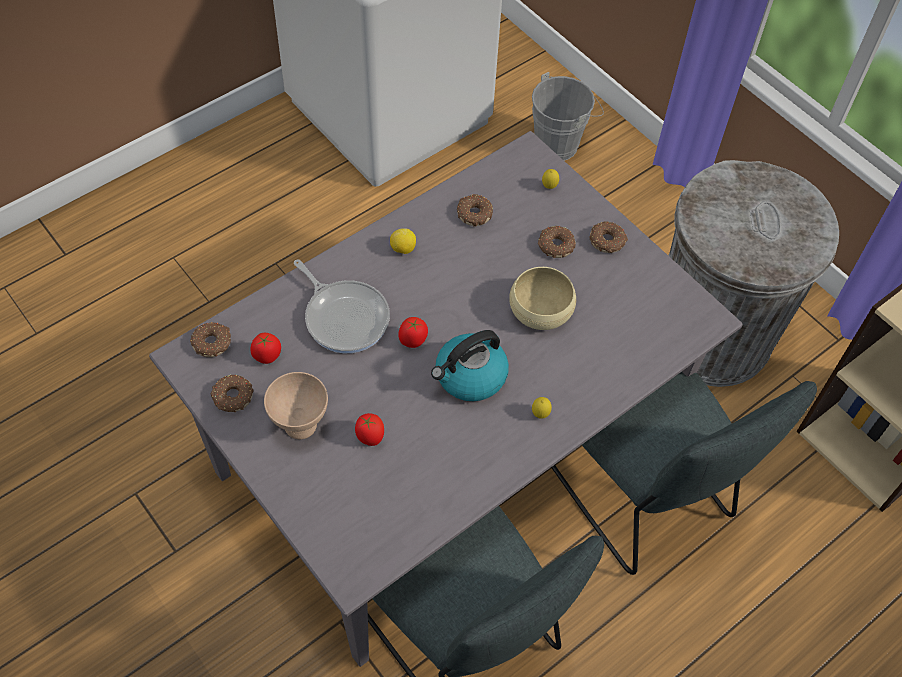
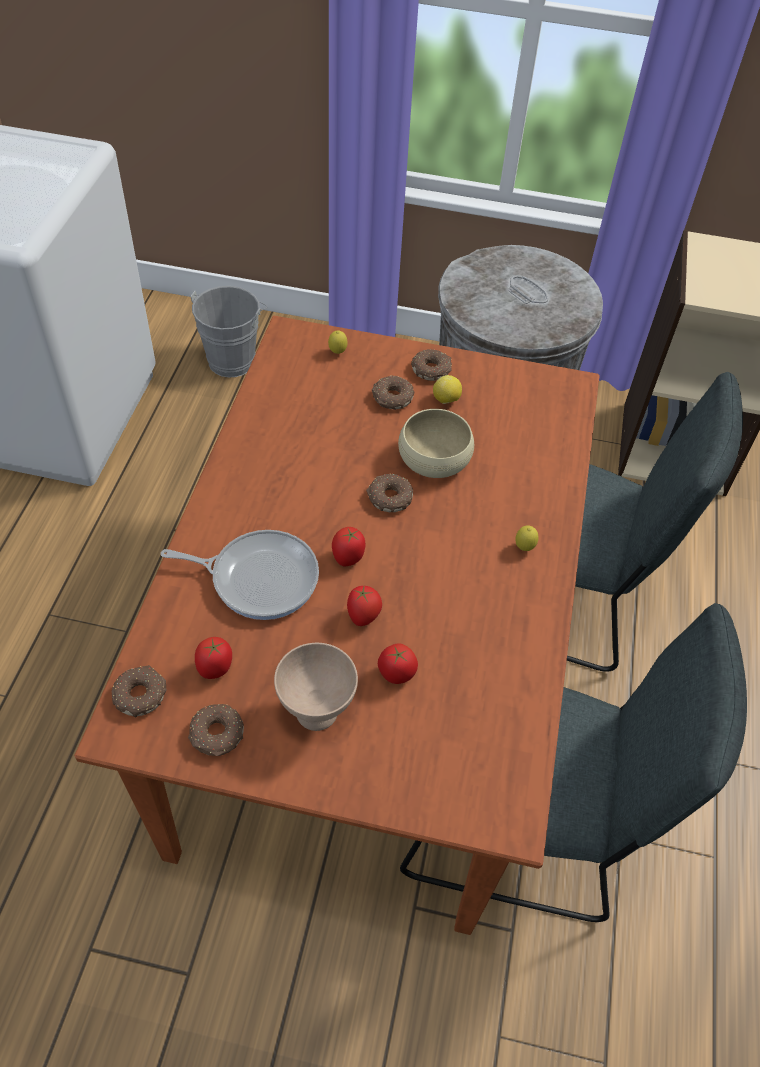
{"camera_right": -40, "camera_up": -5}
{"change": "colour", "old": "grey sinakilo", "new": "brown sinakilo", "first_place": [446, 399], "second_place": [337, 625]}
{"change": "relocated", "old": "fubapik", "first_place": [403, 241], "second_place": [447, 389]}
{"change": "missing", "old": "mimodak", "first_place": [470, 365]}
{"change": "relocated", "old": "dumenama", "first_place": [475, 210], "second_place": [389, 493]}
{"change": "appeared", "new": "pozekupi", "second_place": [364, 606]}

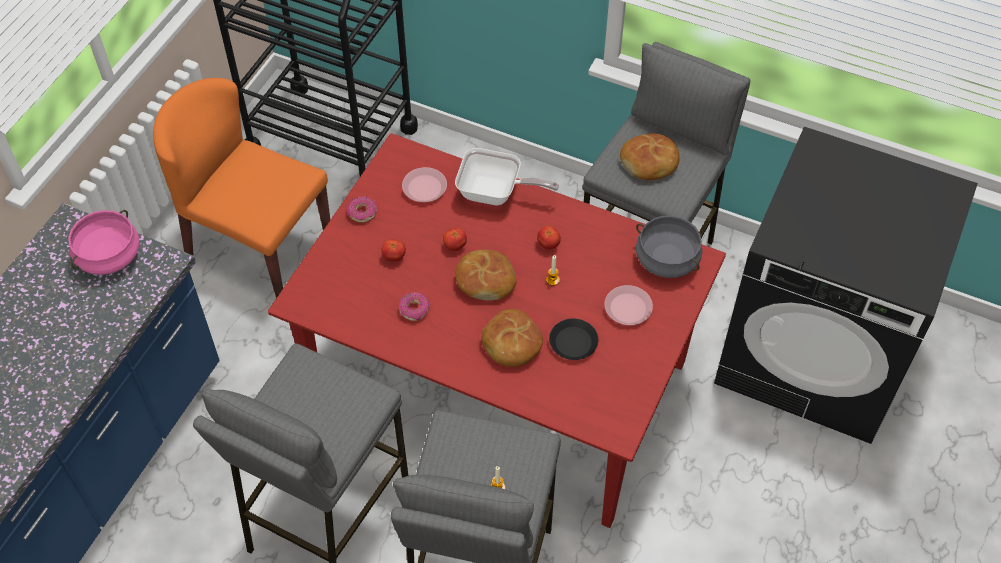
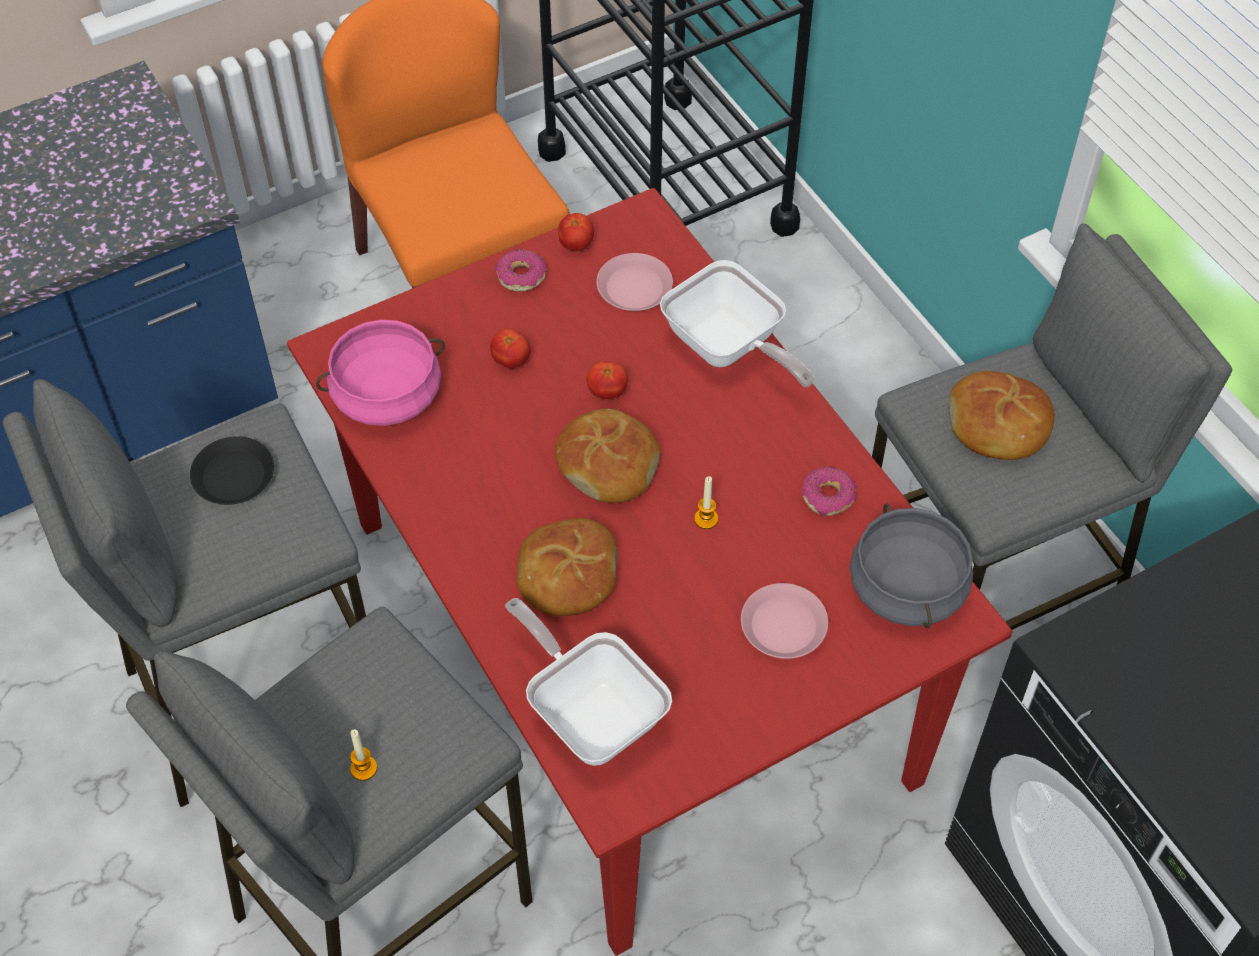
{"camera_right": 35, "camera_up": 0}
{"change": "relocated", "old": "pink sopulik", "first_place": [104, 242], "second_place": [380, 373]}
{"change": "relocated", "old": "dumenama", "first_place": [414, 306], "second_place": [829, 491]}
{"change": "relocated", "old": "pozekupi", "first_place": [549, 238], "second_place": [576, 232]}
{"change": "relocated", "old": "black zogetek", "first_place": [573, 339], "second_place": [232, 470]}
{"change": "appeared", "new": "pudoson", "second_place": [588, 682]}

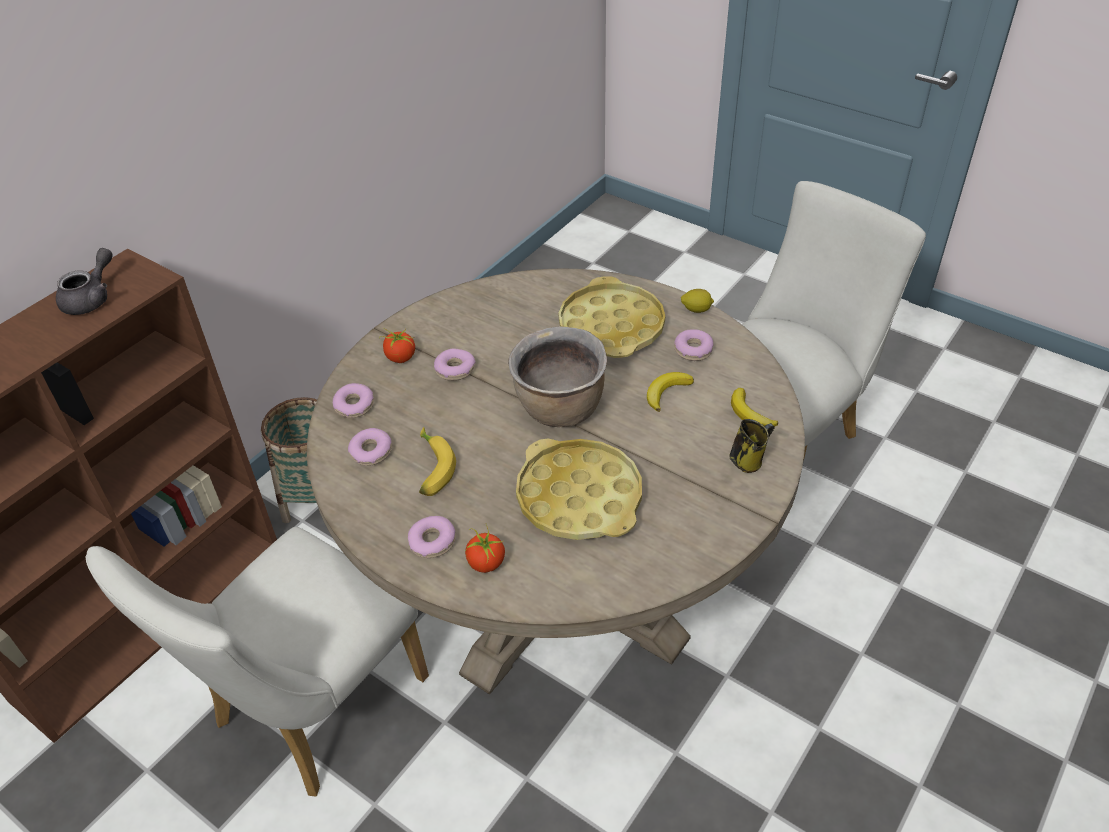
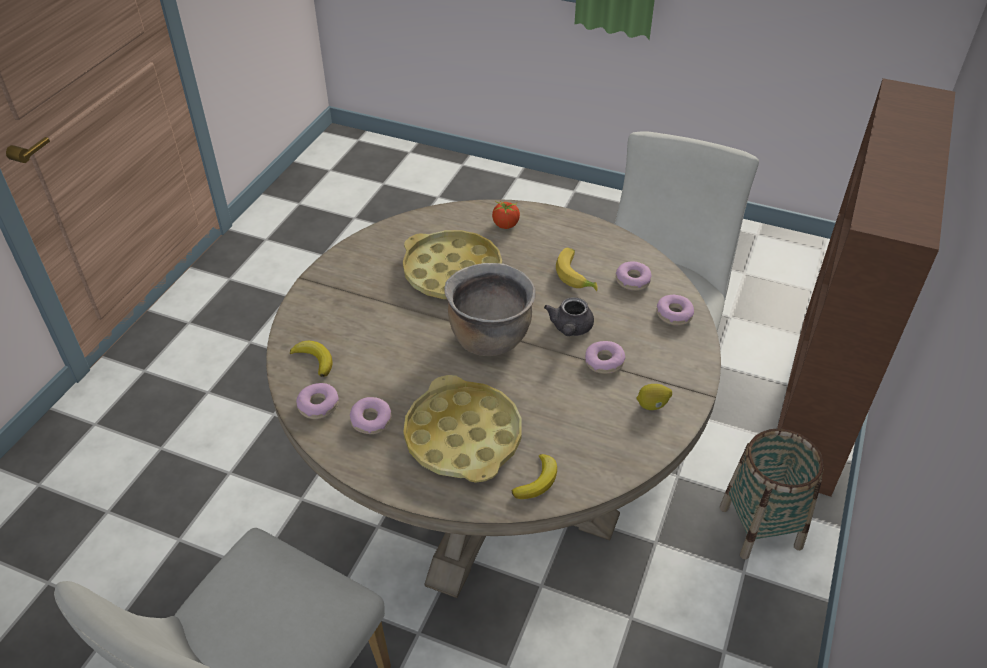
{"camera_right": 165, "camera_up": 0}
{"change": "relocated", "old": "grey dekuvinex", "first_place": [84, 281], "second_place": [569, 316]}
{"change": "missing", "old": "pozekupi", "first_place": [397, 345]}
{"change": "relocated", "old": "dumenama", "first_place": [432, 537], "second_place": [317, 401]}
{"change": "relocated", "old": "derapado", "first_place": [670, 392], "second_place": [534, 476]}
{"change": "relocated", "old": "fubapik", "first_place": [697, 301], "second_place": [654, 397]}
{"change": "missing", "old": "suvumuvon", "first_place": [752, 446]}

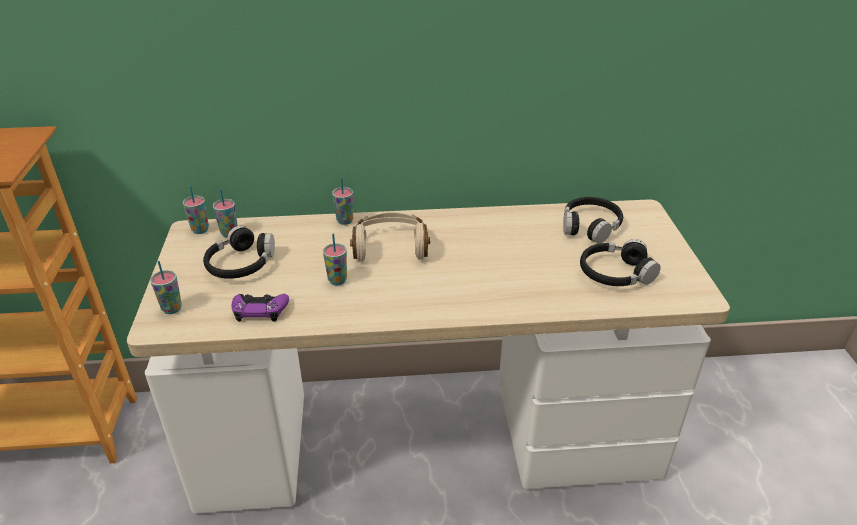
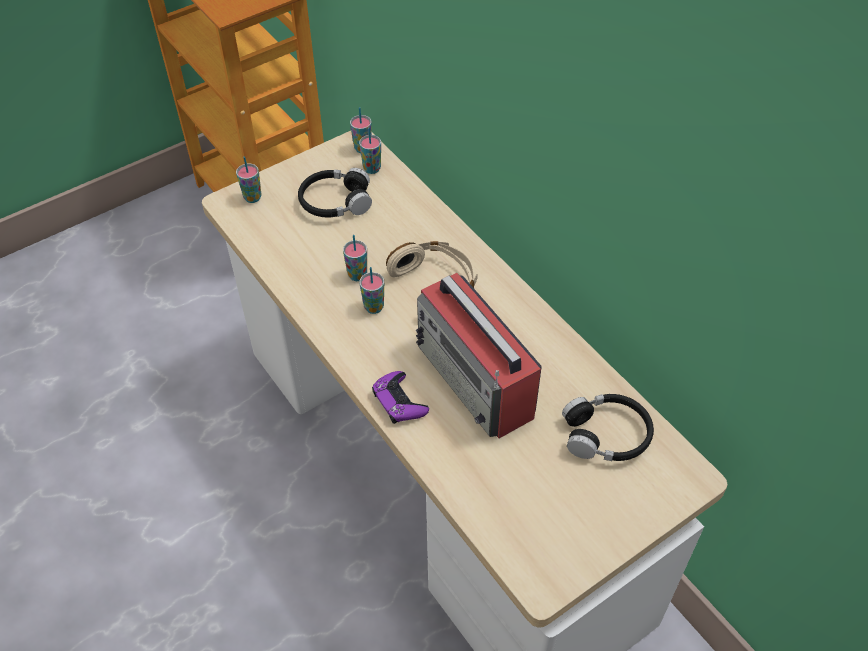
{"camera_right": 60, "camera_up": 15}
{"change": "relocated", "old": "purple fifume", "first_place": [260, 308], "second_place": [400, 397]}
{"change": "relocated", "old": "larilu", "first_place": [342, 201], "second_place": [371, 290]}
{"change": "missing", "old": "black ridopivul", "first_place": [620, 262]}
{"change": "appeared", "new": "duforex", "second_place": [479, 355]}

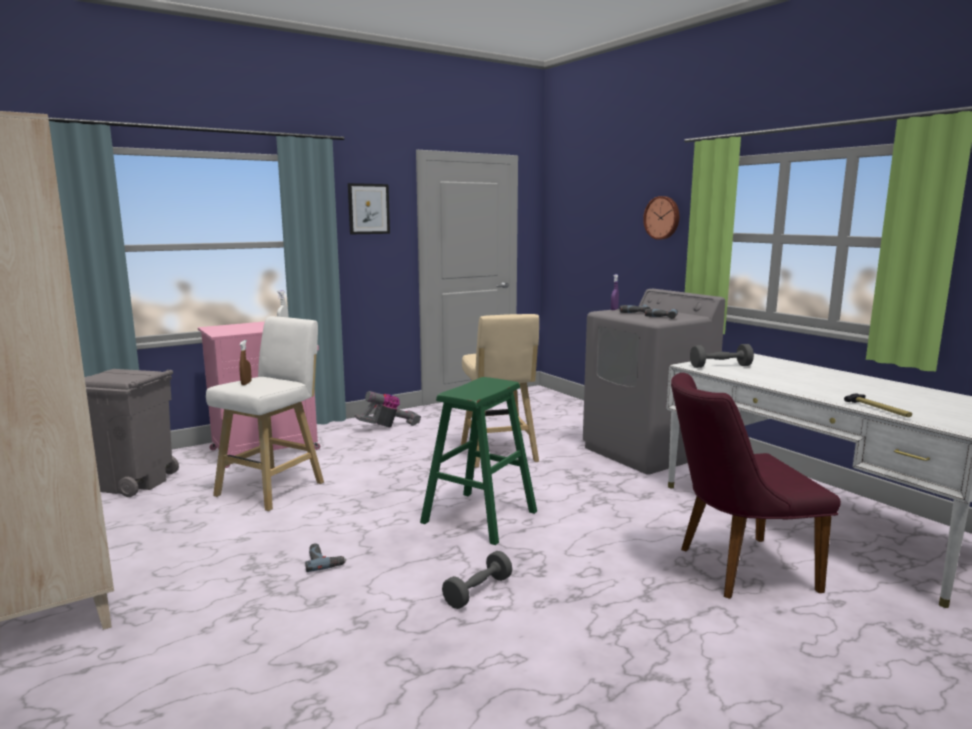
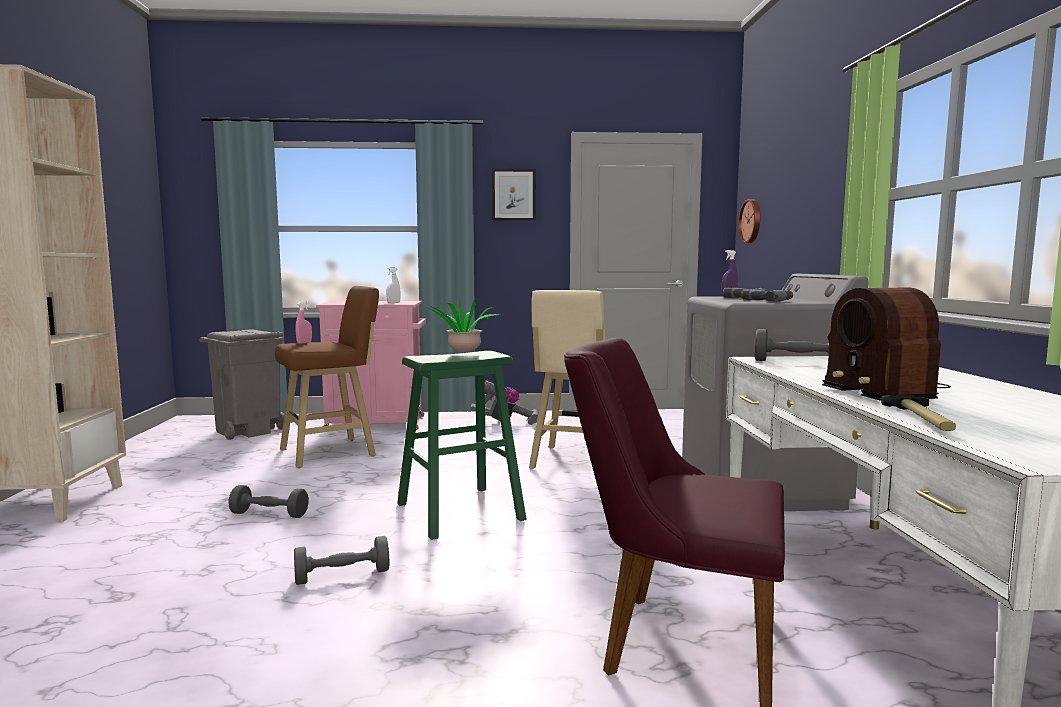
{"camera_right": 30, "camera_up": -5}
{"change": "colour", "old": "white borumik", "new": "brown borumik", "first_place": [265, 413], "second_place": [327, 377]}
{"change": "colour", "old": "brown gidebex", "new": "pink gidebex", "first_place": [245, 362], "second_place": [304, 322]}
{"change": "exchanged", "old": "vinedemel", "new": "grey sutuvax", "first_place": [325, 557], "second_place": [268, 501]}
{"change": "relocated", "old": "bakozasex", "first_place": [661, 218], "second_place": [749, 221]}
{"change": "appeared", "new": "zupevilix", "second_place": [464, 326]}
{"change": "appeared", "new": "duforex", "second_place": [886, 344]}

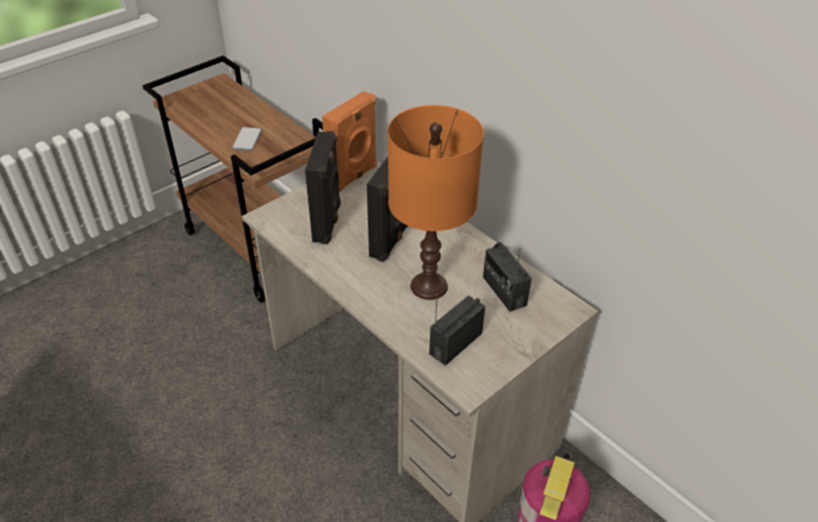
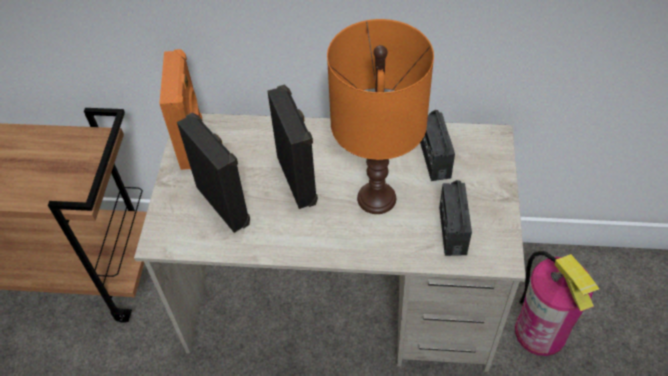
{"camera_right": -40, "camera_up": 10}
{"change": "missing", "old": "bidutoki", "first_place": [247, 139]}
{"change": "spun", "old": "duforex", "first_place": [507, 277], "second_place": [437, 145], "degrees": 60}

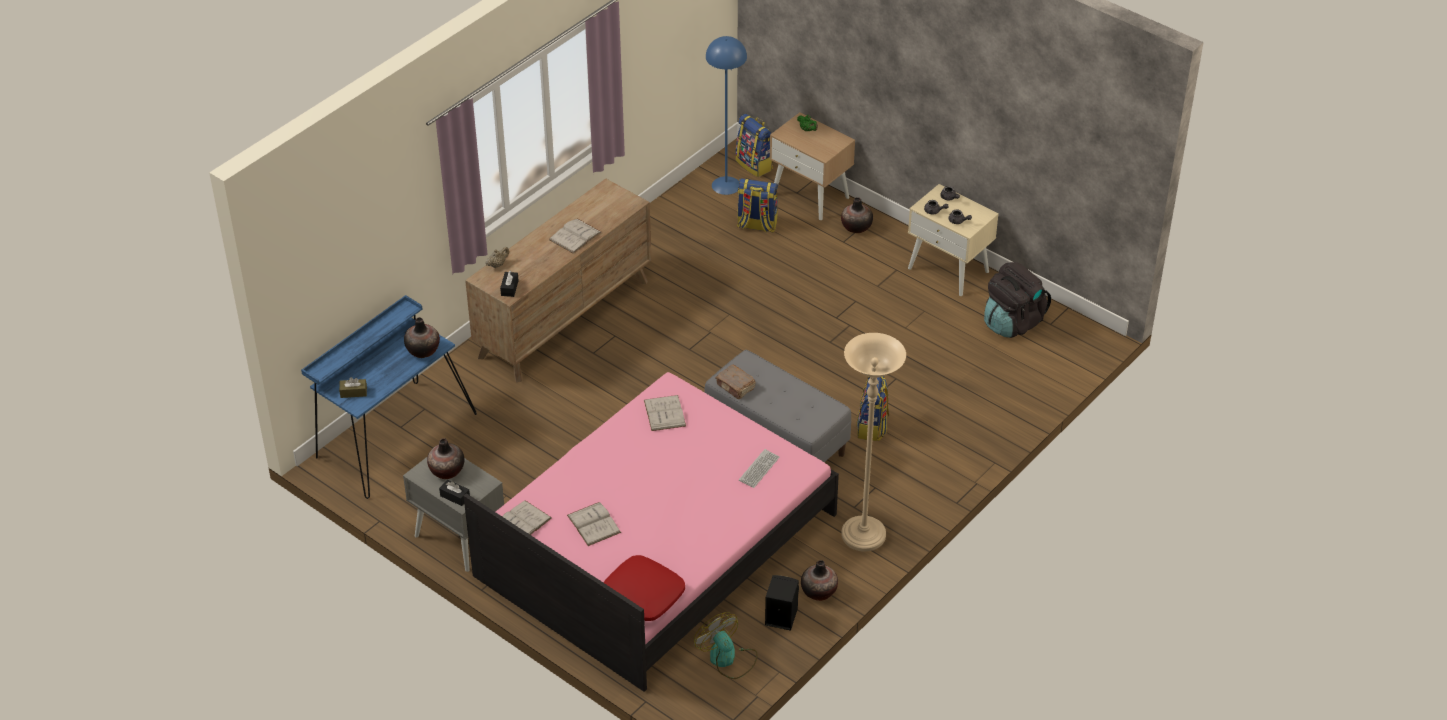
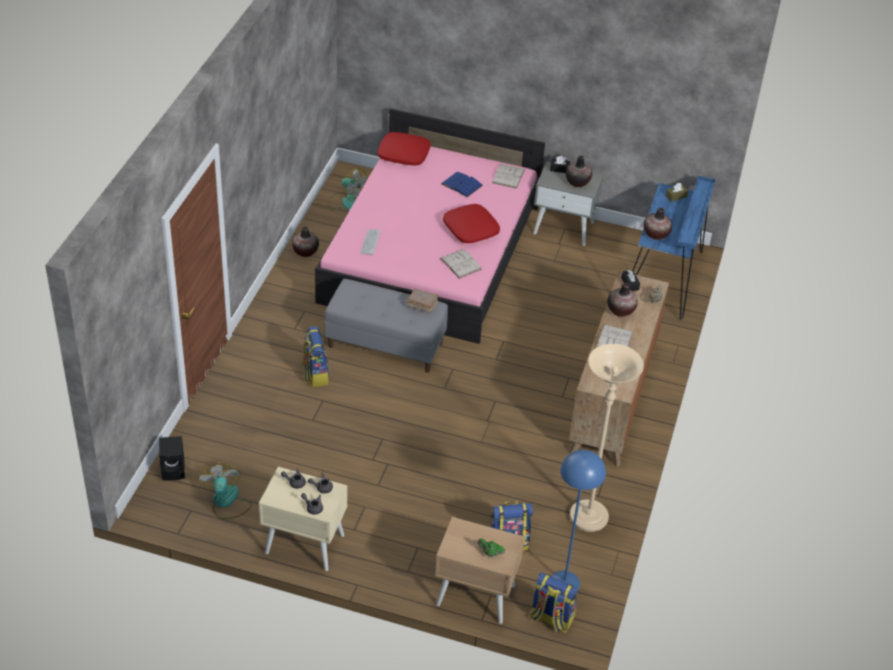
{"camera_right": 155, "camera_up": 0}
{"change": "colour", "old": "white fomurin", "new": "blue fomurin", "first_place": [594, 524], "second_place": [462, 184]}
{"change": "relocated", "old": "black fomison", "first_place": [782, 603], "second_place": [172, 458]}
{"change": "relocated", "old": "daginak", "first_place": [857, 215], "second_place": [622, 300]}
{"change": "relocated", "old": "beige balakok", "first_place": [873, 442], "second_place": [607, 438]}
{"change": "exchanged", "old": "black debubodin", "new": "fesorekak", "first_place": [1017, 300], "second_place": [225, 491]}
{"change": "appeared", "new": "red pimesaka", "second_place": [471, 223]}

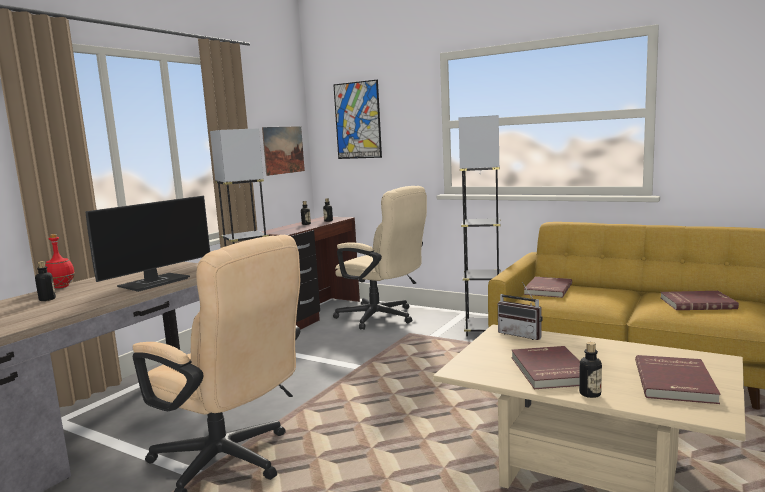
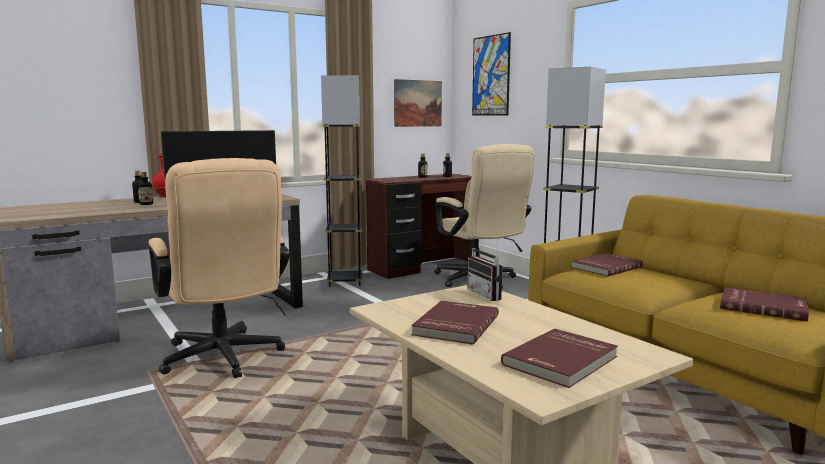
{"camera_right": 25, "camera_up": 0}
{"change": "relocated", "old": "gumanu", "first_place": [590, 370], "second_place": [145, 188]}

